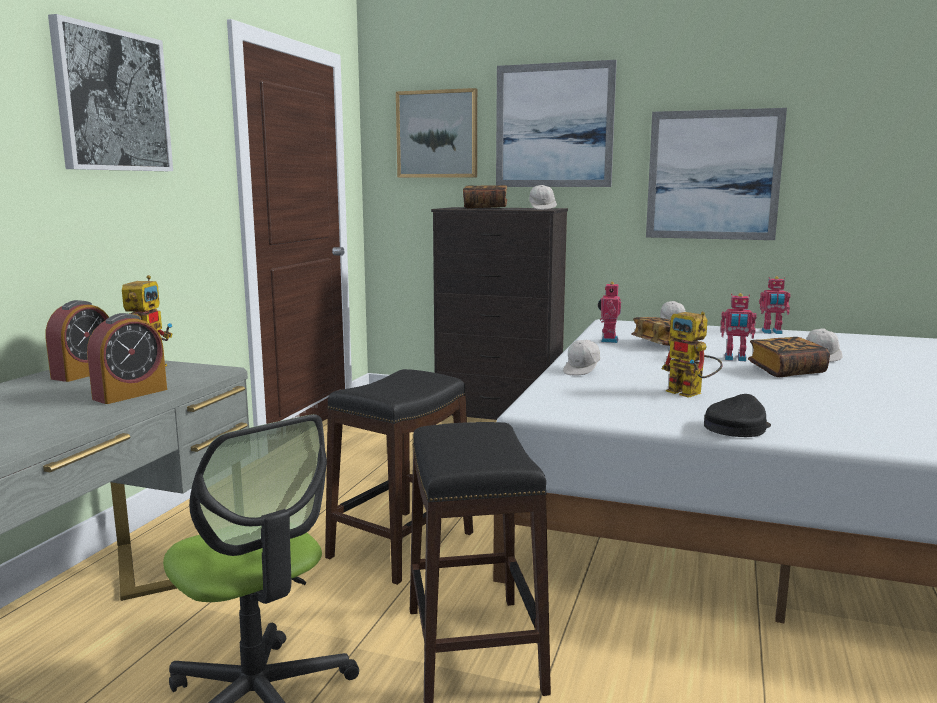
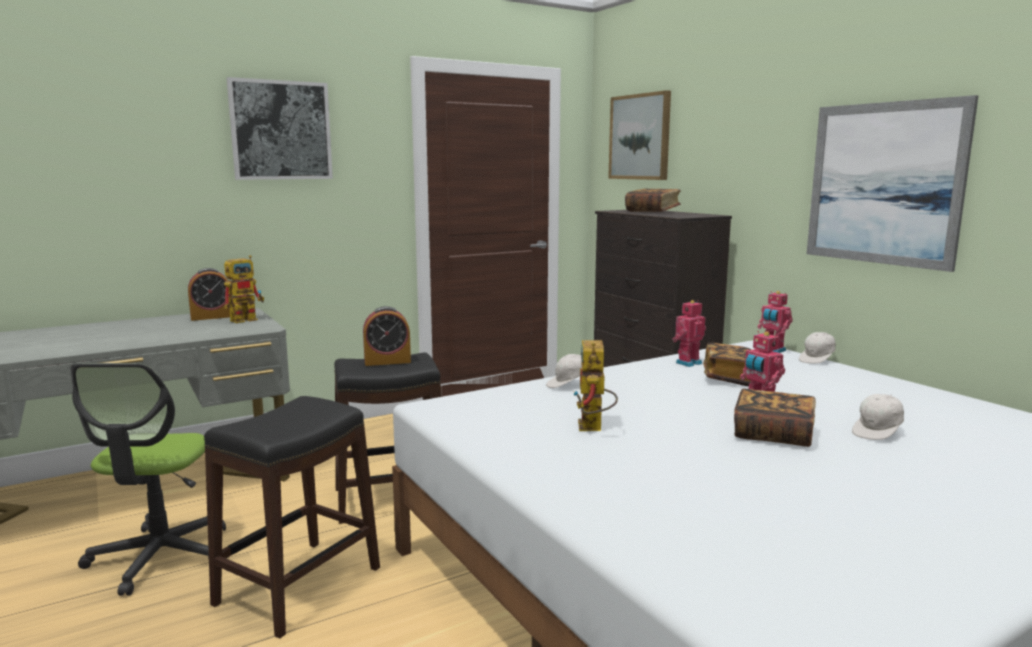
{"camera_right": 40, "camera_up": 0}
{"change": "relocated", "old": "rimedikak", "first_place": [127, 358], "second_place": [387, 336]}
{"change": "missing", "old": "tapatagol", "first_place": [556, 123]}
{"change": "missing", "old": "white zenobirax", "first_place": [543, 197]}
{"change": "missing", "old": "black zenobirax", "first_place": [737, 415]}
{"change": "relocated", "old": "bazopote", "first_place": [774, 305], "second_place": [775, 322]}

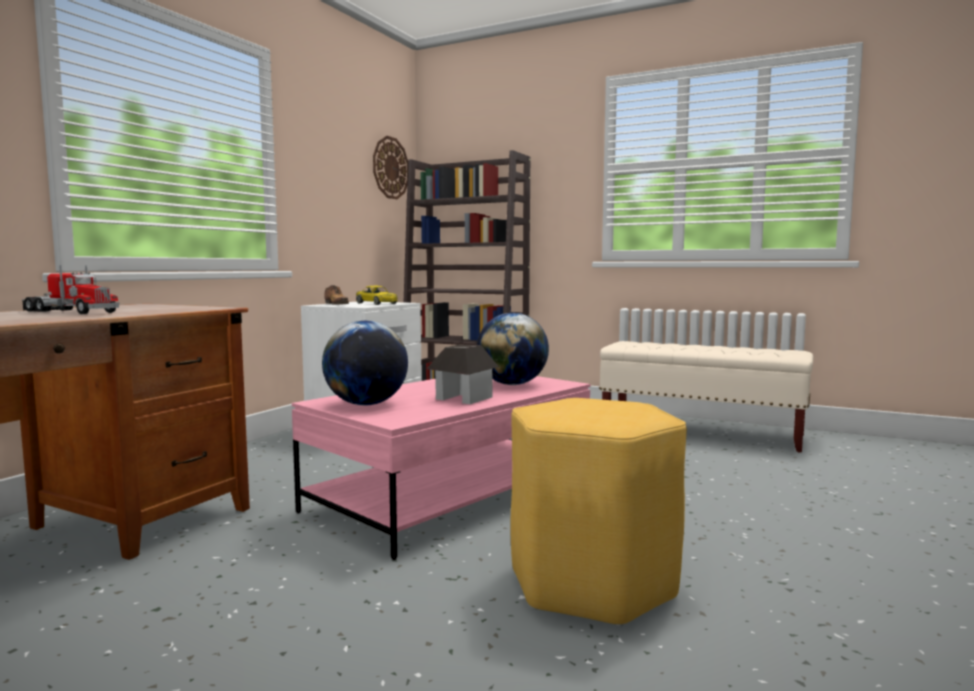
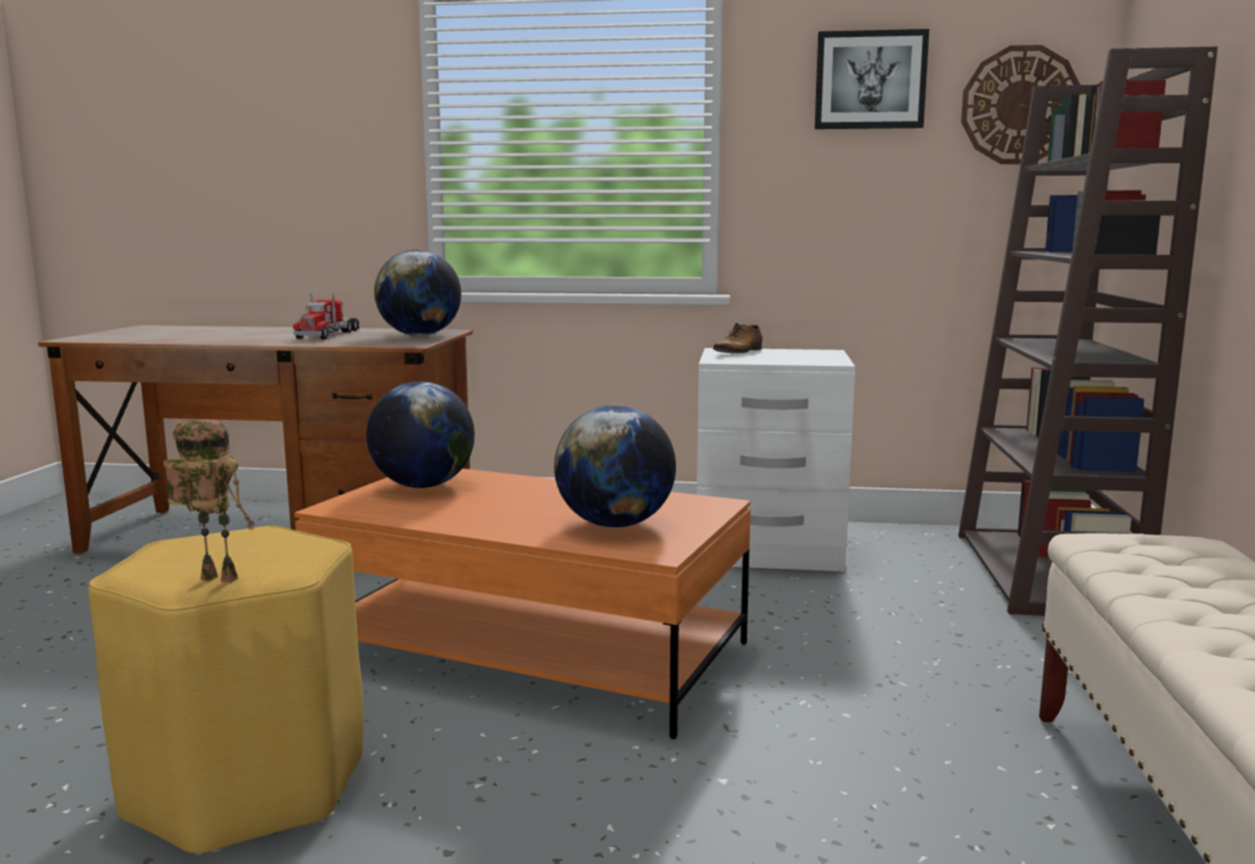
{"camera_right": 70, "camera_up": 5}
{"change": "colour", "old": "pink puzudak", "new": "orange puzudak", "first_place": [441, 468], "second_place": [522, 603]}
{"change": "missing", "old": "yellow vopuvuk", "first_place": [377, 295]}
{"change": "missing", "old": "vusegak", "first_place": [463, 374]}
{"change": "appeared", "new": "bazopote", "second_place": [209, 501]}
{"change": "appeared", "new": "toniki", "second_place": [417, 292]}
{"change": "appeared", "new": "tapatagol", "second_place": [872, 79]}

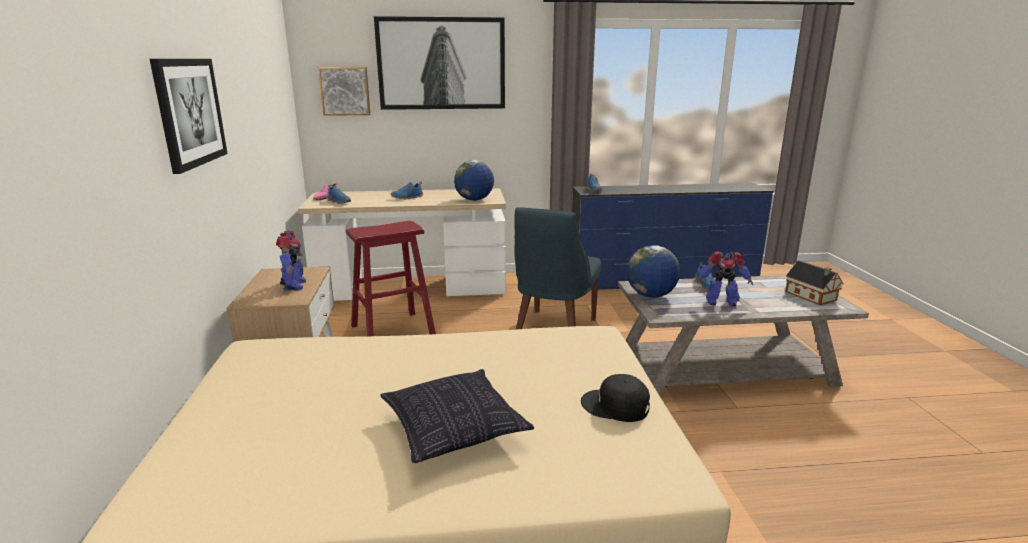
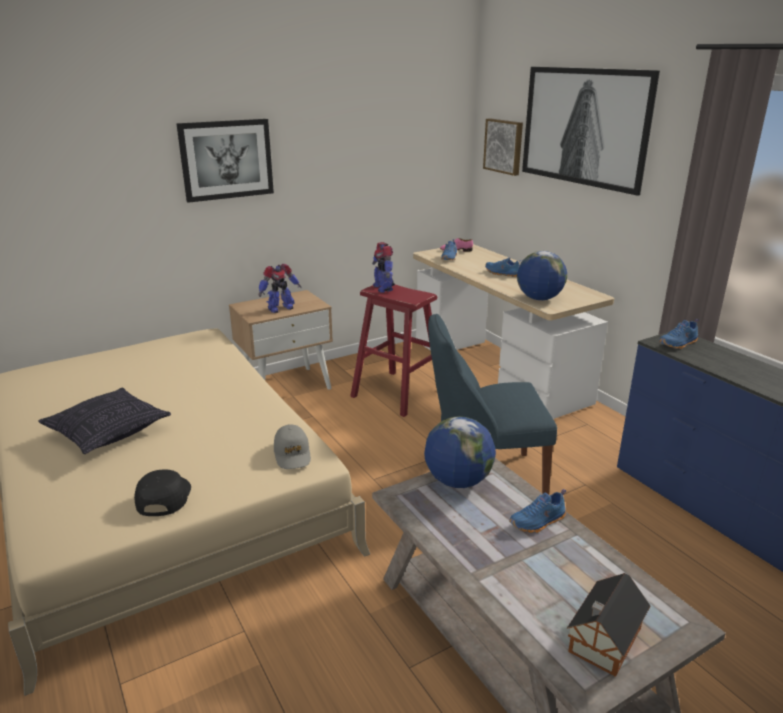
{"camera_right": 65, "camera_up": 5}
{"change": "relocated", "old": "bazopote", "first_place": [725, 278], "second_place": [383, 267]}
{"change": "appeared", "new": "grey zenobirax", "second_place": [292, 447]}

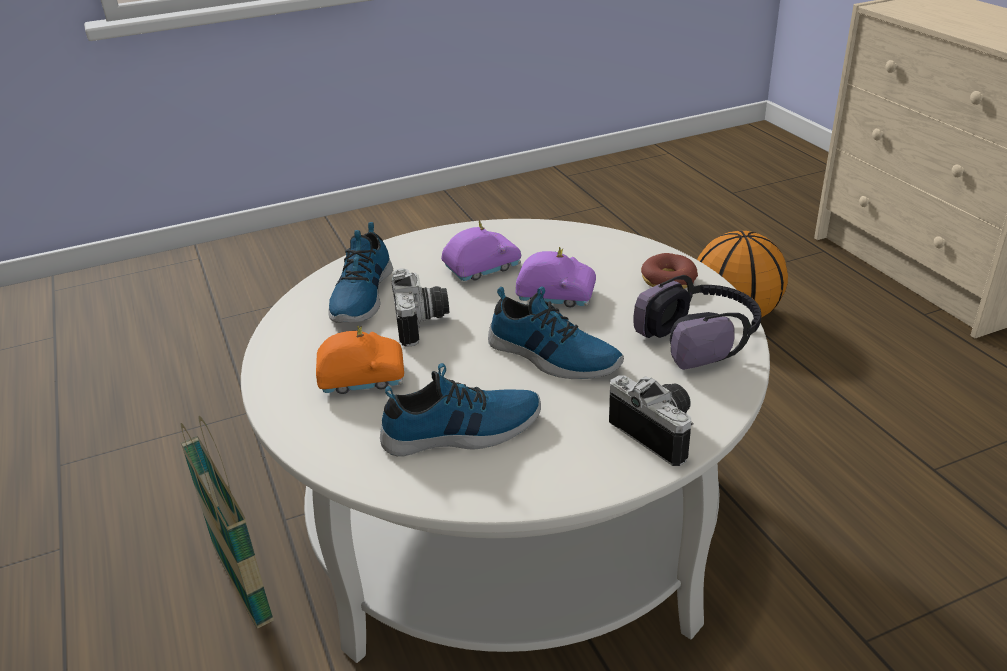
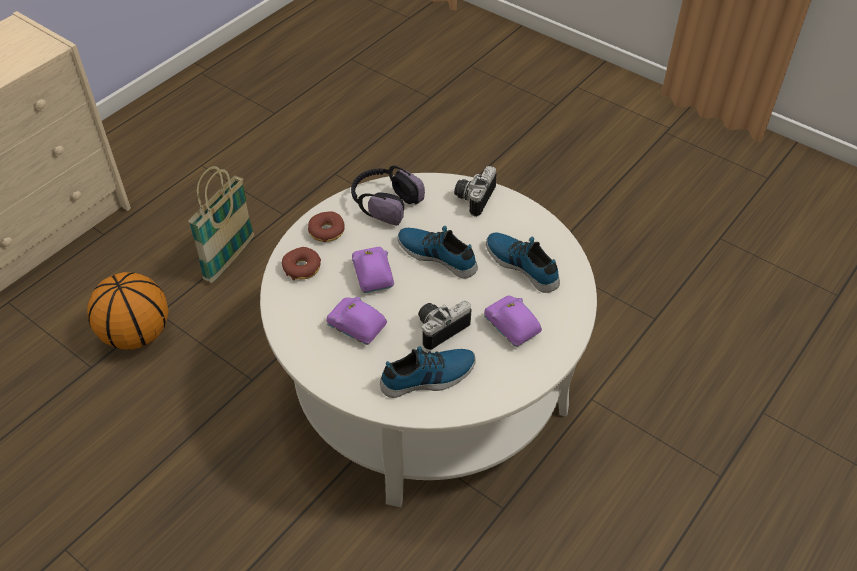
{"camera_right": -120, "camera_up": 15}
{"change": "relocated", "old": "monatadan", "first_place": [227, 522], "second_place": [221, 224]}
{"change": "colour", "old": "orange vopuvuk", "new": "purple vopuvuk", "first_place": [360, 360], "second_place": [513, 321]}
{"change": "spun", "old": "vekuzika", "first_place": [556, 333], "second_place": [438, 252], "degrees": -60}
{"change": "appeared", "new": "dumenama", "second_place": [301, 263]}

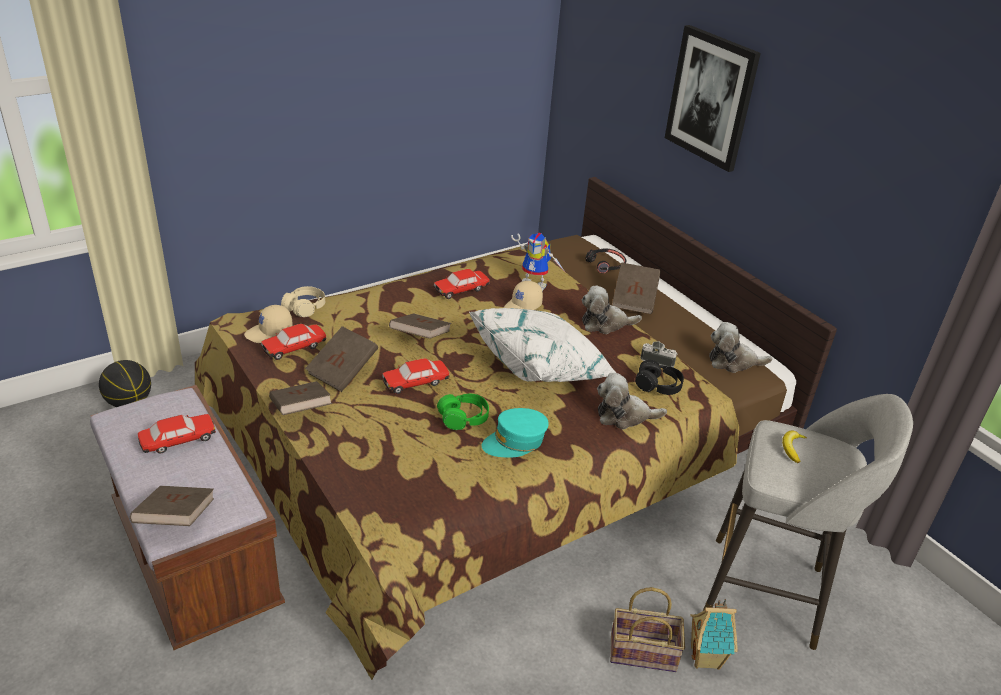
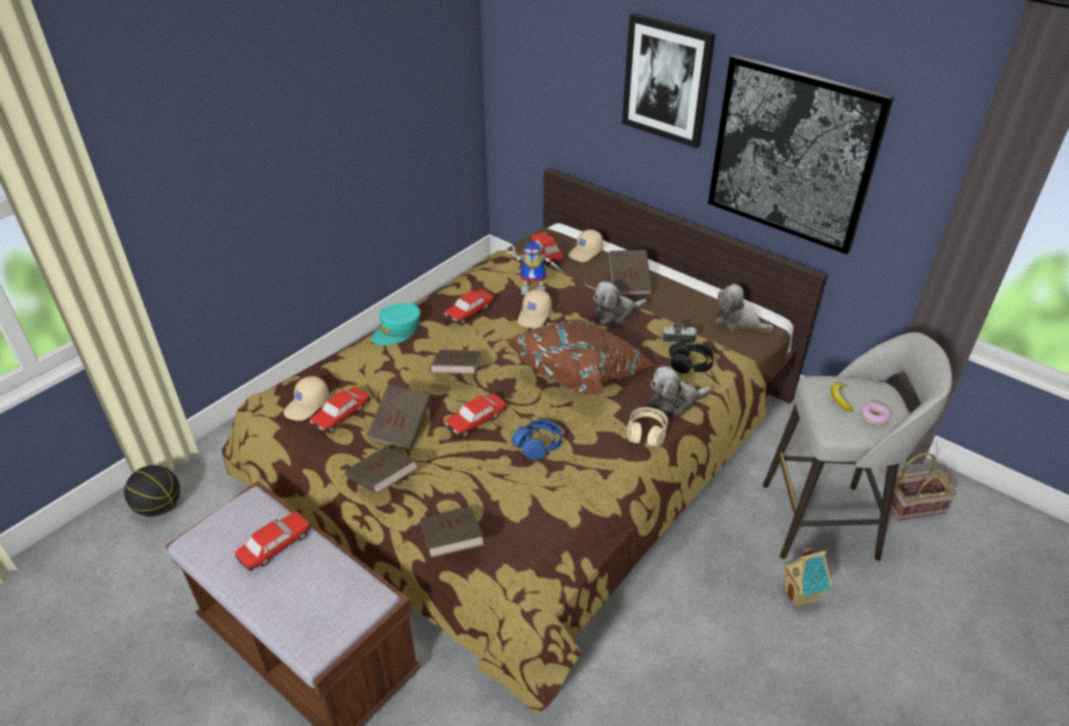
{"camera_right": -15, "camera_up": 5}
{"change": "relocated", "old": "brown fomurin", "first_place": [172, 506], "second_place": [452, 532]}
{"change": "relocated", "old": "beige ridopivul", "first_place": [303, 301], "second_place": [647, 427]}
{"change": "colour", "old": "green ridopivul", "new": "blue ridopivul", "first_place": [463, 412], "second_place": [536, 439]}
{"change": "colour", "old": "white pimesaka", "new": "brown pimesaka", "first_place": [542, 345], "second_place": [580, 357]}
{"change": "relocated", "old": "turquoise zenobirax", "first_place": [515, 432], "second_place": [395, 324]}
{"change": "exchanged", "old": "black ridopivul", "new": "beige zenobirax", "first_place": [606, 261], "second_place": [585, 246]}
{"change": "relocated", "old": "monatadan", "first_place": [647, 629], "second_place": [923, 487]}
{"change": "spun", "old": "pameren", "first_place": [741, 347], "second_place": [744, 308], "degrees": 45}
{"change": "appeared", "new": "vopuvuk", "second_place": [547, 248]}
{"change": "appeared", "new": "tapatagol", "second_place": [801, 154]}
{"change": "appeared", "new": "dumenama", "second_place": [876, 413]}

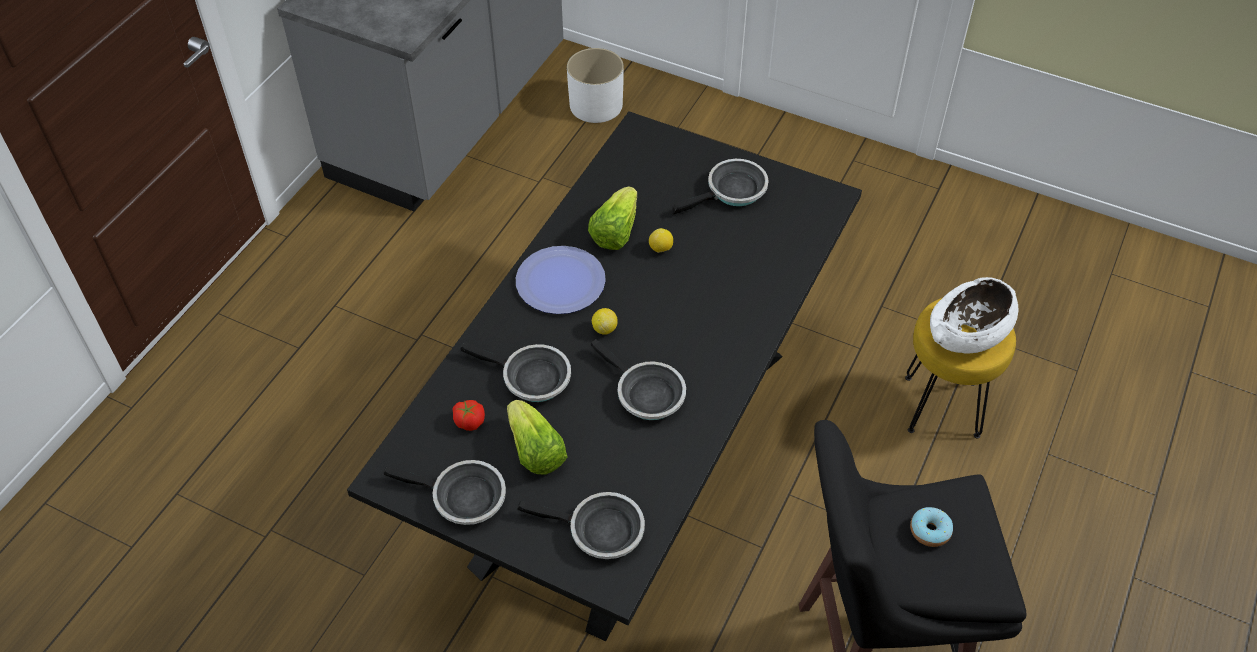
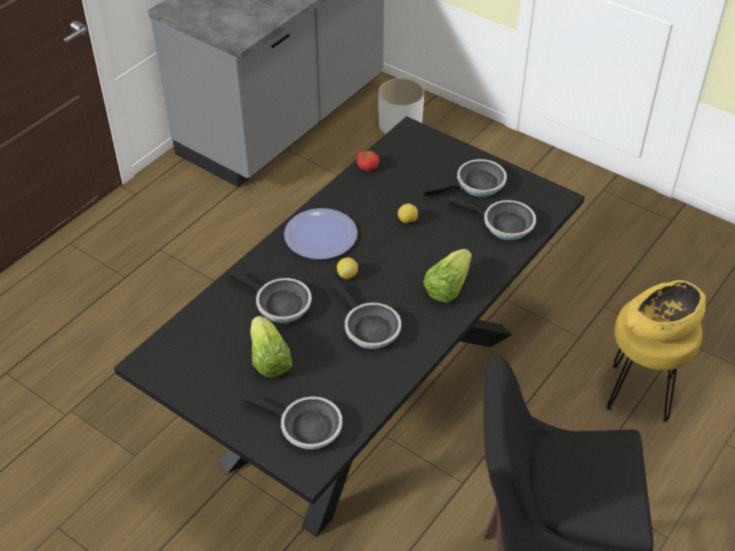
{"camera_right": 10, "camera_up": -5}
{"change": "relocated", "old": "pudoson", "first_place": [444, 492], "second_place": [492, 218]}
{"change": "relocated", "old": "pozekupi", "first_place": [469, 415], "second_place": [368, 161]}
{"change": "relocated", "old": "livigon", "first_place": [612, 218], "second_place": [447, 276]}
{"change": "missing", "old": "dumenama", "first_place": [931, 527]}
{"change": "colour", "old": "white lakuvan", "new": "yellow lakuvan", "first_place": [974, 315], "second_place": [666, 310]}

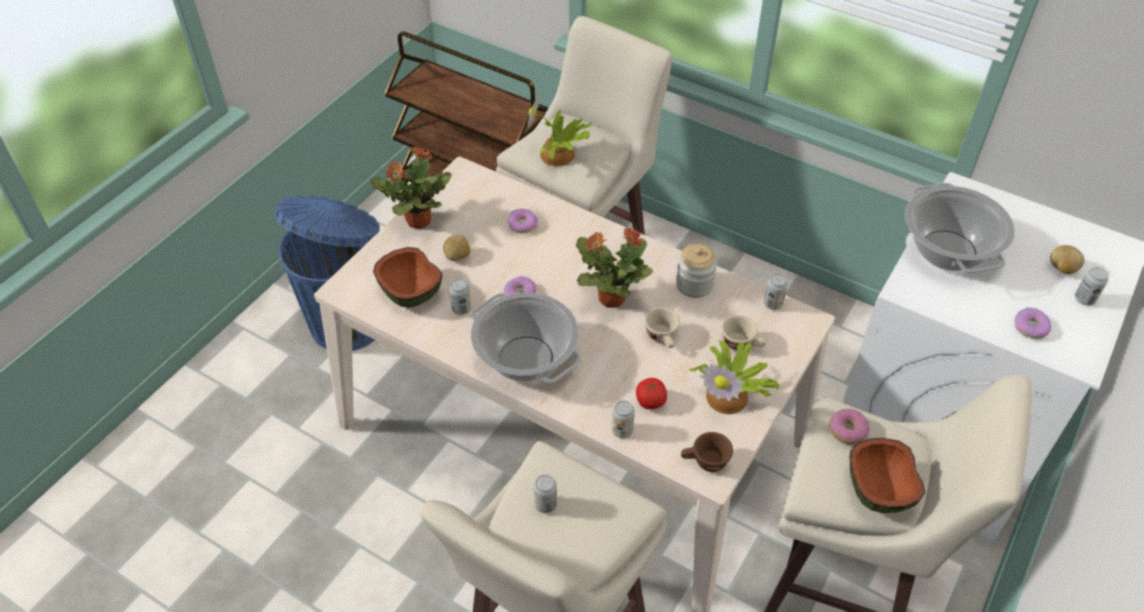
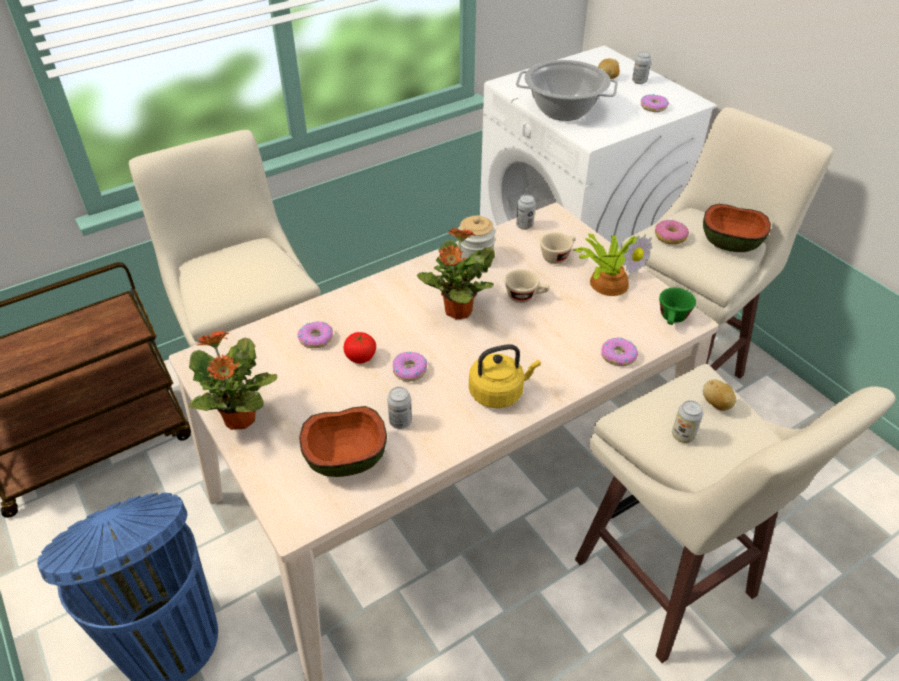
{"camera_right": -65, "camera_up": -5}
{"change": "relocated", "old": "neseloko", "first_place": [456, 248], "second_place": [719, 395]}
{"change": "exchanged", "old": "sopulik", "new": "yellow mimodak", "first_place": [526, 337], "second_place": [505, 376]}
{"change": "missing", "old": "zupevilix", "first_place": [559, 131]}
{"change": "exchanged", "old": "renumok", "new": "dumenama", "first_place": [623, 419], "second_place": [619, 351]}
{"change": "relocated", "old": "pozekupi", "first_place": [651, 393], "second_place": [360, 348]}
{"change": "colour", "old": "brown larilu", "new": "green larilu", "first_place": [707, 452], "second_place": [677, 306]}

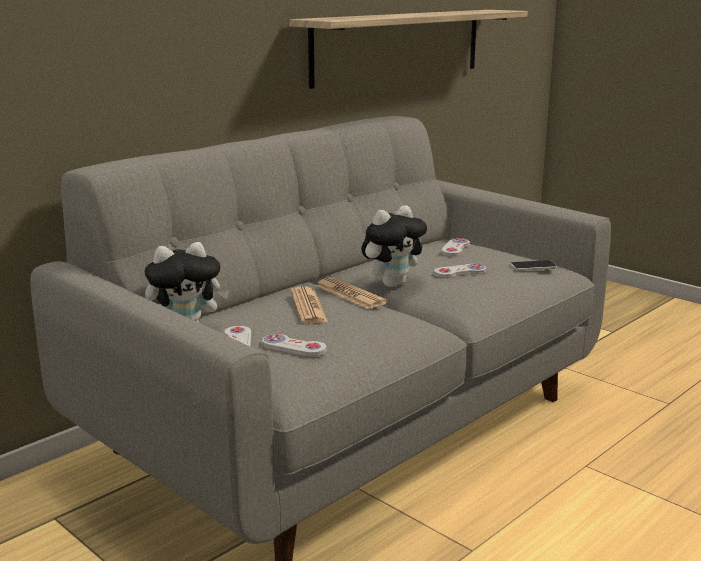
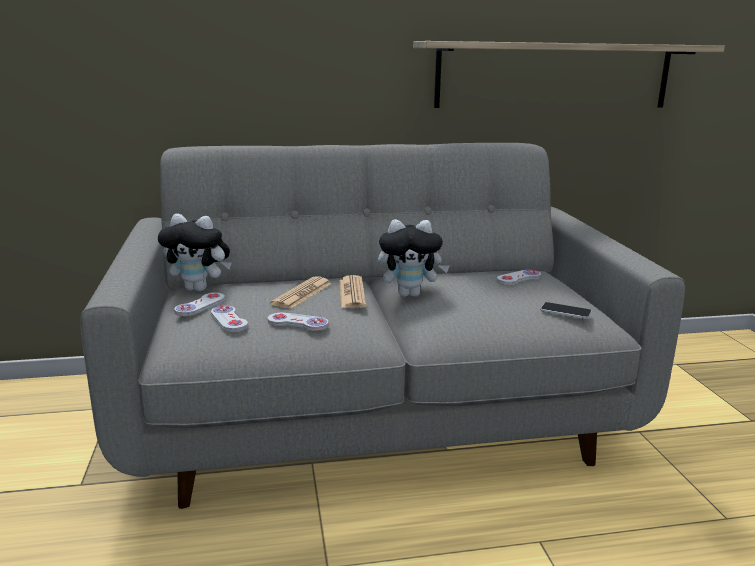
{"camera_right": 35, "camera_up": 0}
{"change": "relocated", "old": "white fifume", "first_place": [460, 271], "second_place": [298, 322]}

